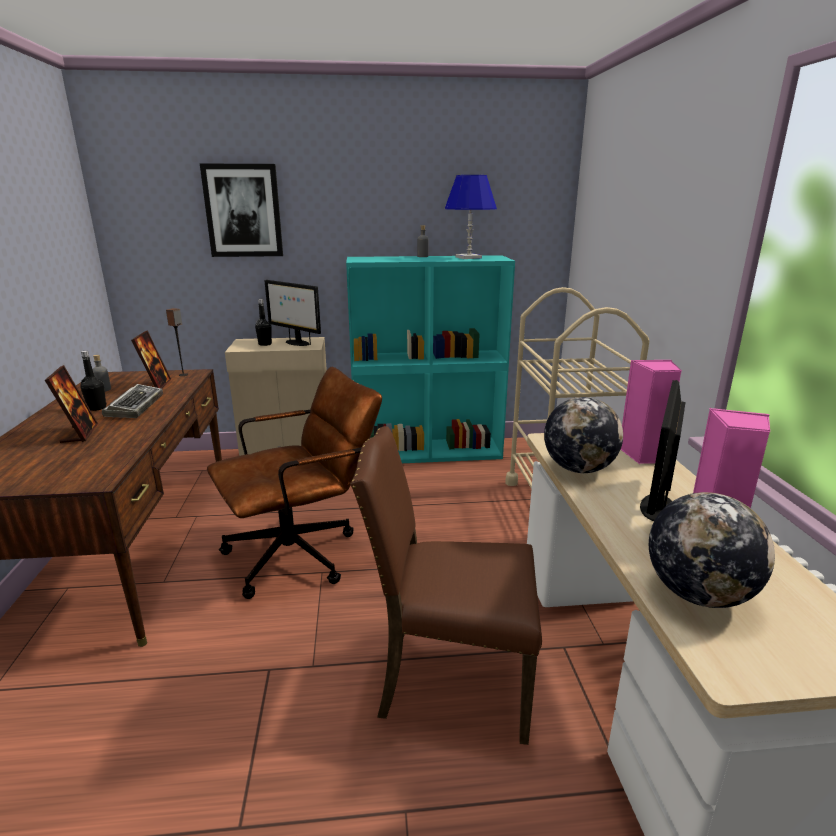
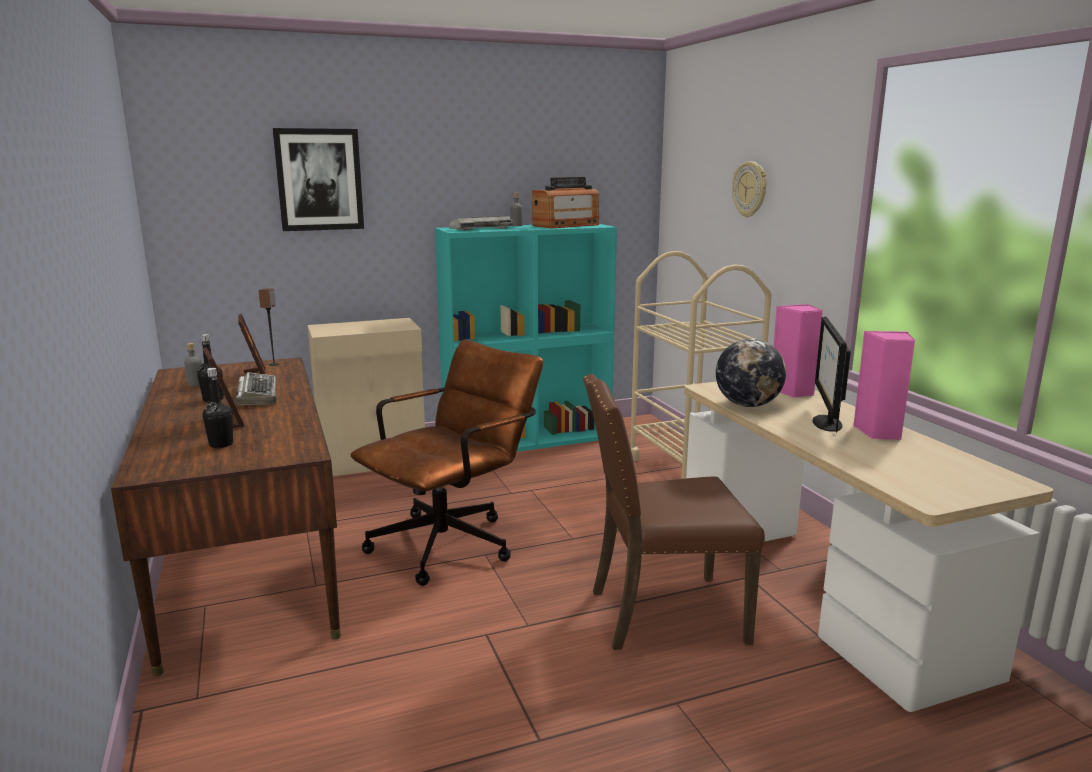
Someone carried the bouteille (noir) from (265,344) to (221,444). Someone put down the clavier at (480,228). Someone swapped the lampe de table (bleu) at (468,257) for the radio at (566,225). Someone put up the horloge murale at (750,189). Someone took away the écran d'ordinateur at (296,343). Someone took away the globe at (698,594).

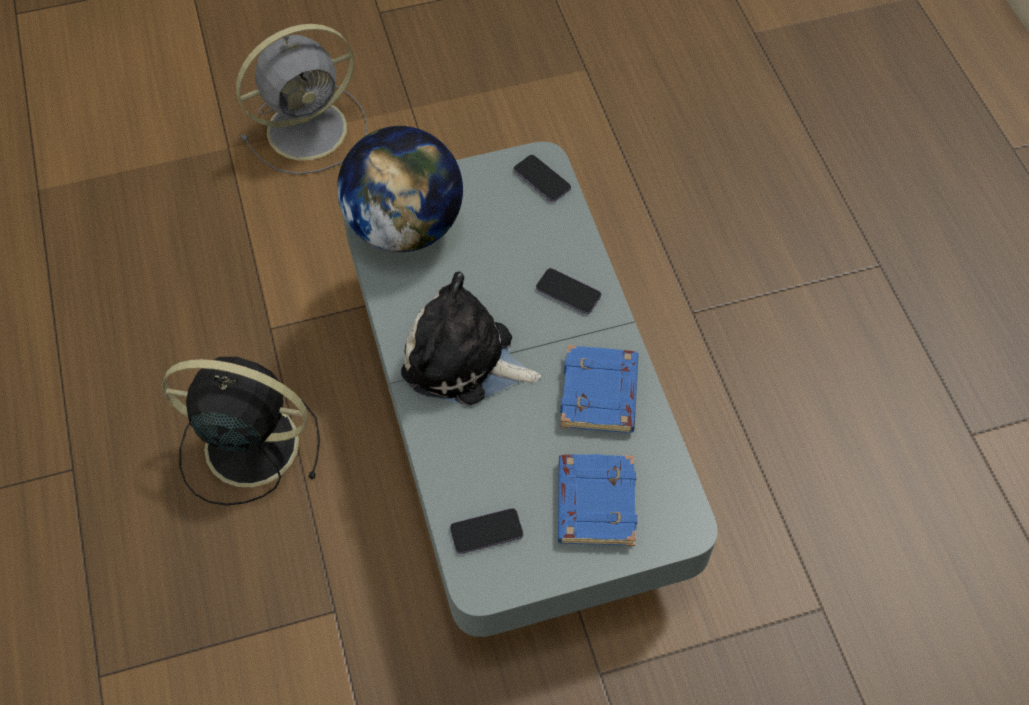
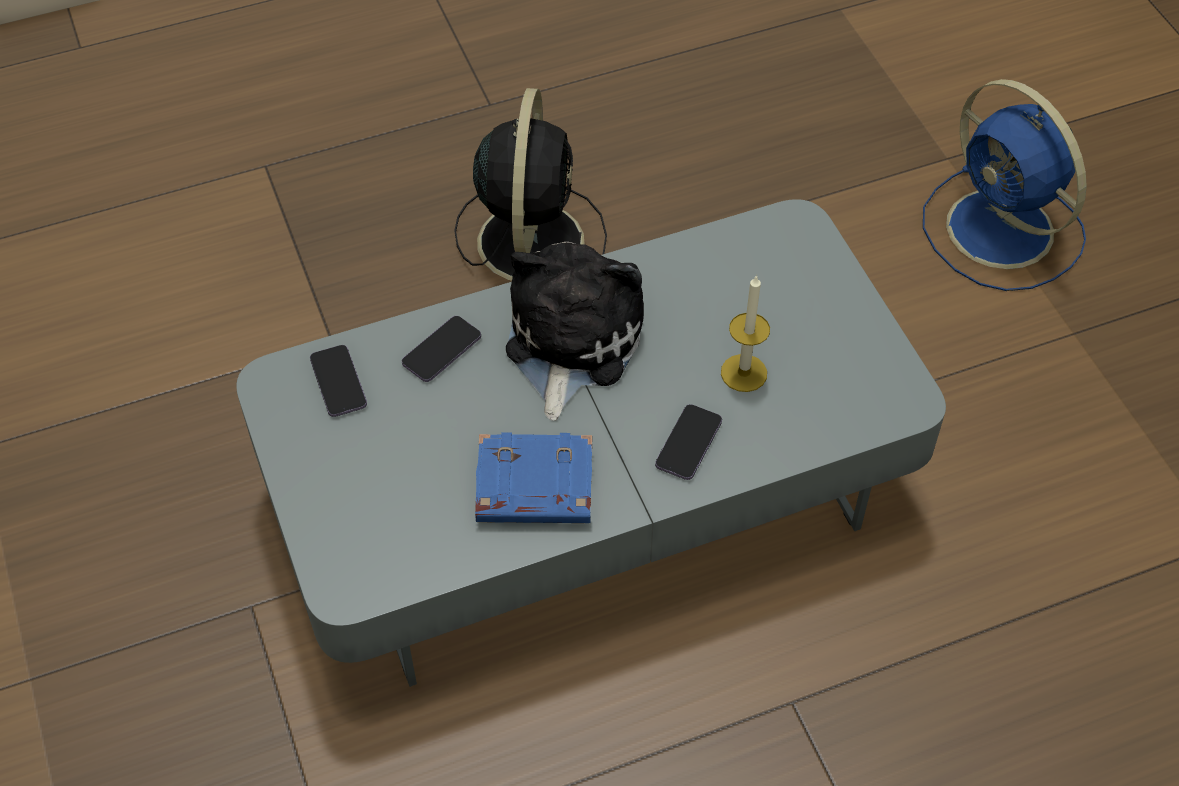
Someone carried the téléphone from (542,179) to (441,350). Someone put down the bougie at (744,373). Someone repainted the ventilateur (gris) at (310,128), which became the ventilateur (bleu) at (1003,232). Someone took away the globe at (405,226). Someone took away the livre (bleu) at (594,502).

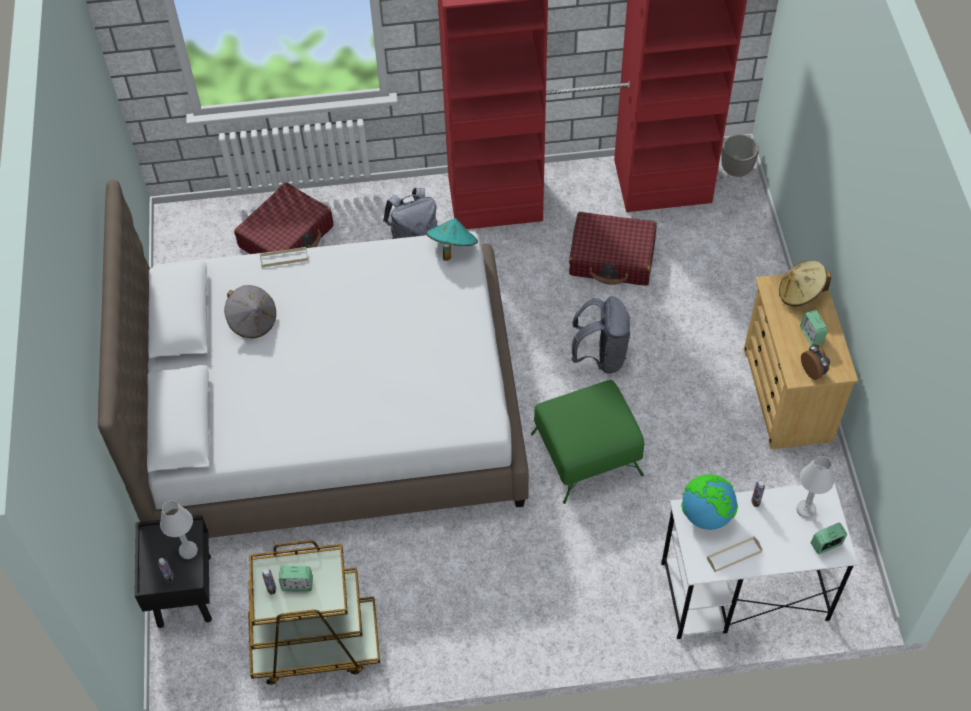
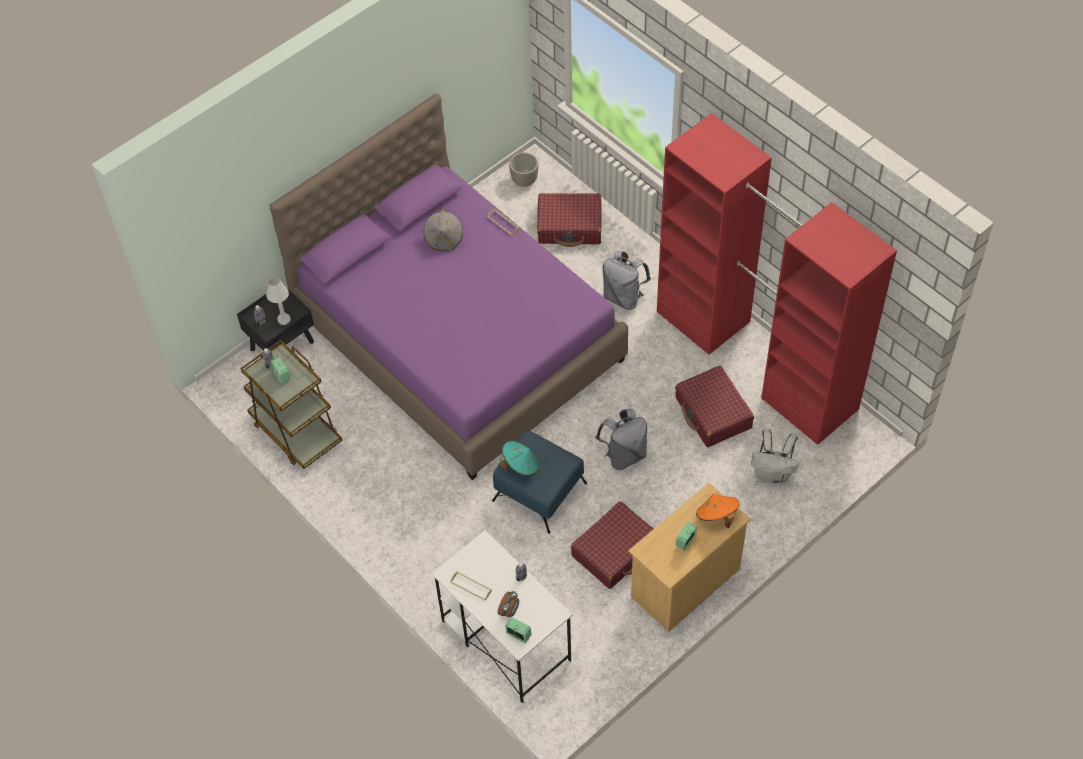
Someone repainted the lit (blanc) at (332,412), which became the lit (violet) at (459,336). Someone repainted the pouf (vert) at (585,454), which became the pouf (bleu) at (539,491). Someone carried the réveil from (813,371) to (509,611). Someone carried the chapeau (turquoise) from (452,247) to (520,465). Someone carried the cache-pot from (736,170) to (524,181). Someone put down the valise (rouge) at (615,551). Someone repainted the chapeau (beige) at (800,293), which became the chapeau (orange) at (716,516). Someone put down the sac à dos (blanc) at (772,474). Someone took away the globe at (706,515). Someone took away the lampe de table (blanc) at (806,509).

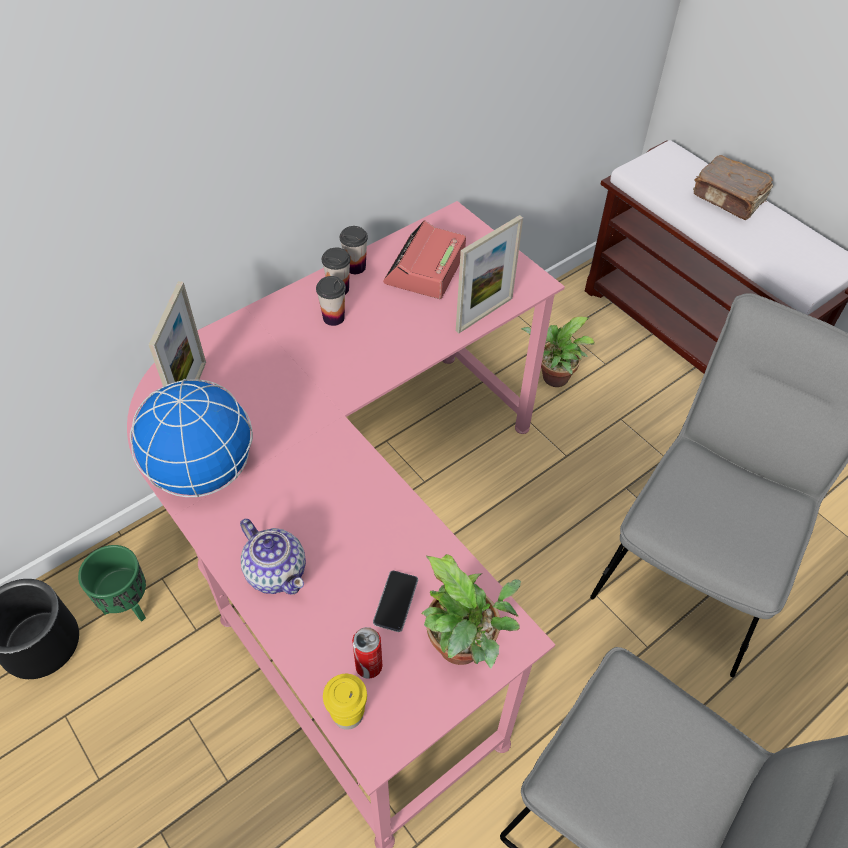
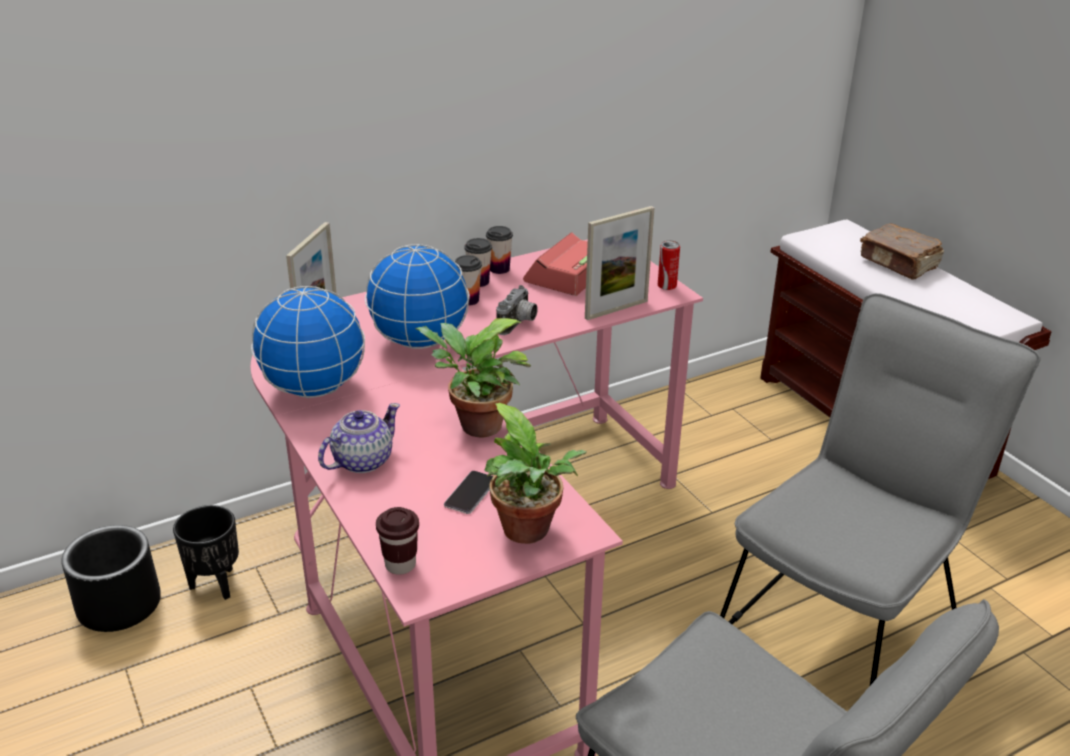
Someone repainted the cache-pot (vert) at (129,604), which became the cache-pot (noir) at (217,584). Someone rotated the théière at (276,571) by 105 degrees counterclockwise. Someone put down the globe at (419,342). Someone repainted the tasse (jaune) at (348,714), which became the tasse (marron) at (400,565). Someone carried the plante en pot from (552,378) to (475,426). Someone put down the appareil photo at (519,324). Someone carried the boîte métallique from (369,666) to (667,286).

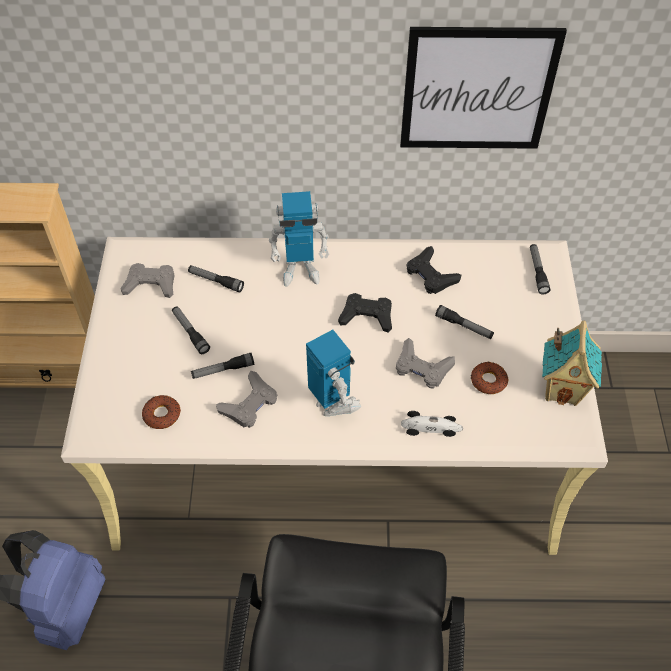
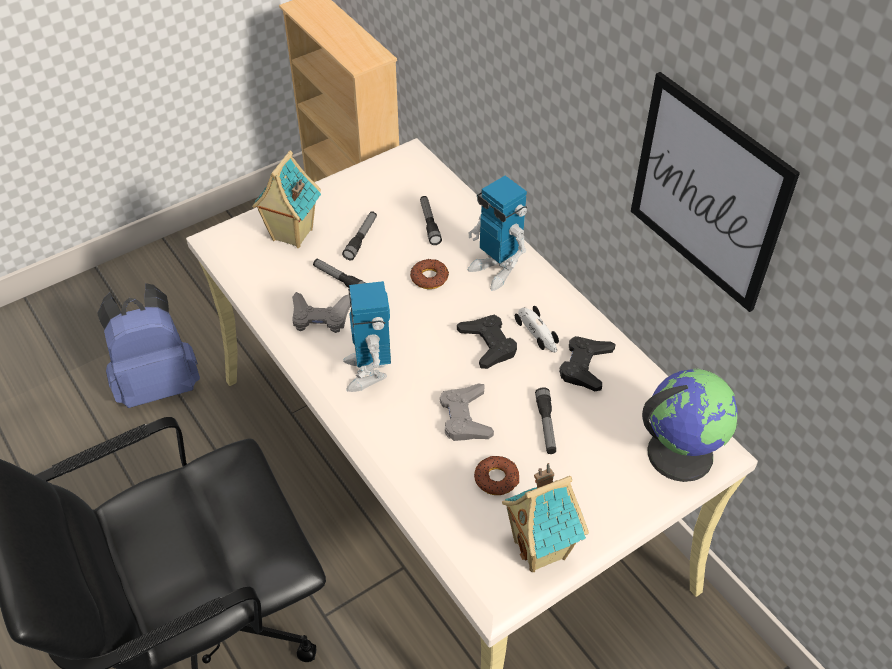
Someone put down the maison miniature at (291,235). Someone rotated the robot jouet at (333,403) by 150 degrees clockwise. Someone carried the beignet from (162,414) to (429,277). Someone carried the petite voiture from (431,428) to (537,333). Someone swapped the lampe de poche at (537,272) for the globe at (679,452). Someone took away the manette (gris) at (150,284).

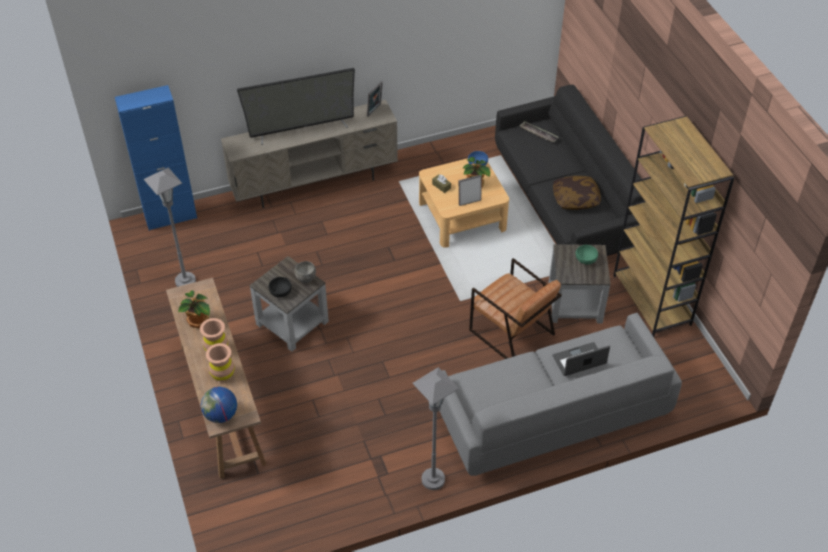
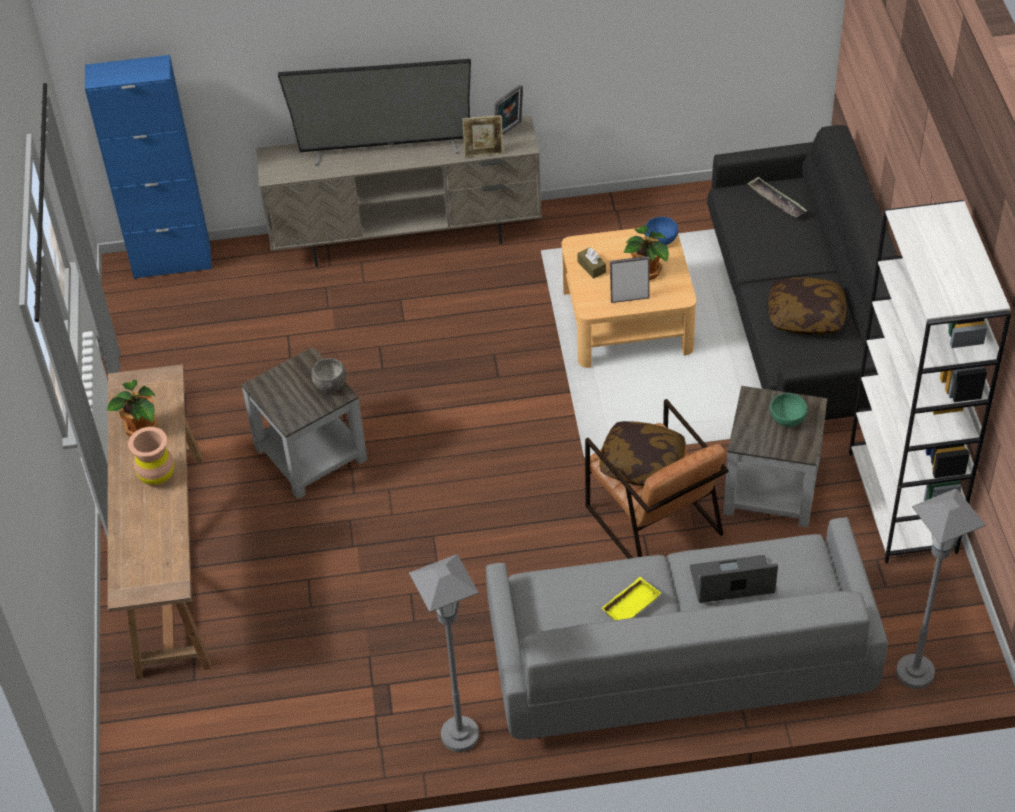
Someone put down the cadre photo at (484,153). Someone put down the coussin at (642,464). Someone put down the plateau (jaune) at (630,603). Someone repainted the bibliothèque (marron) at (652,300), which became the bibliothèque (blanc) at (903,502). Someone carried the lampadaire (gris) from (185,281) to (915,673). Someone took away the globe at (221,415). Someone took away the vase (marron) at (223,374). Someone took away the bol (noir) at (280,291).

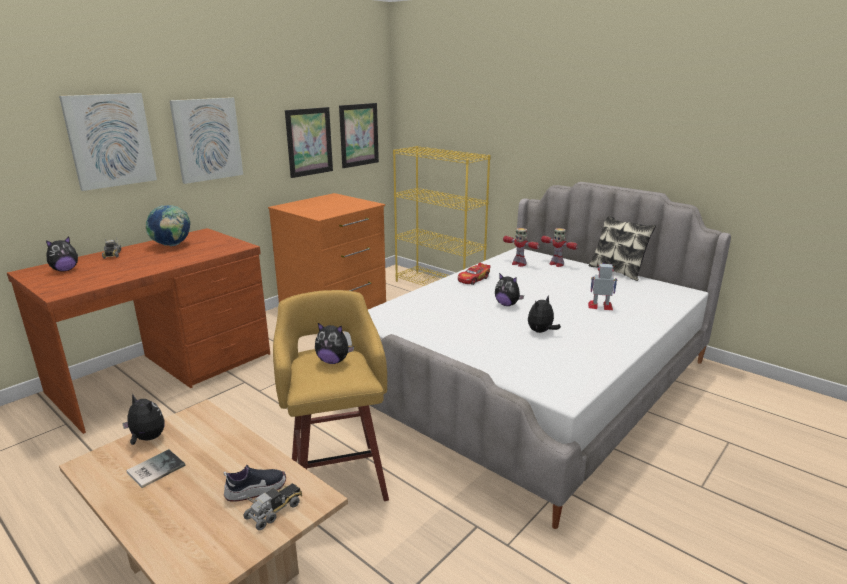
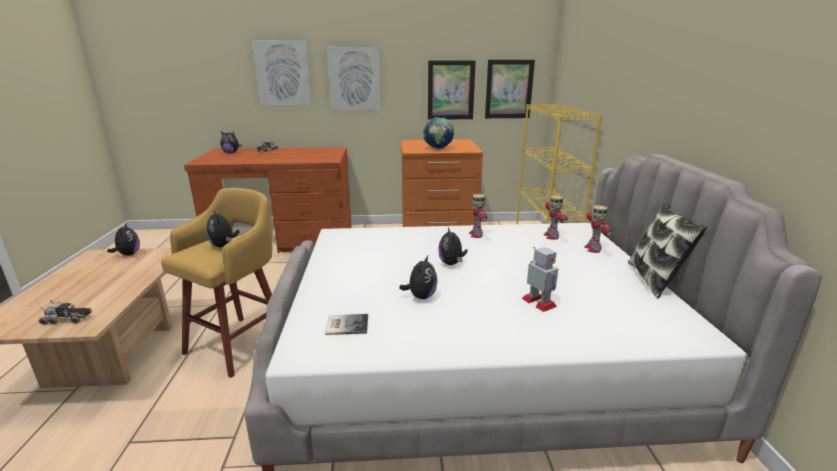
Someone carried the livre from (154,469) to (346,324). Someone rotated the peluche at (541,332) by 105 degrees clockwise. Someone carried the globe from (172,245) to (438,149). Someone swapped the petite voiture at (473,279) for the robot jouet at (476,234). Someone took away the chaussure at (256,490).

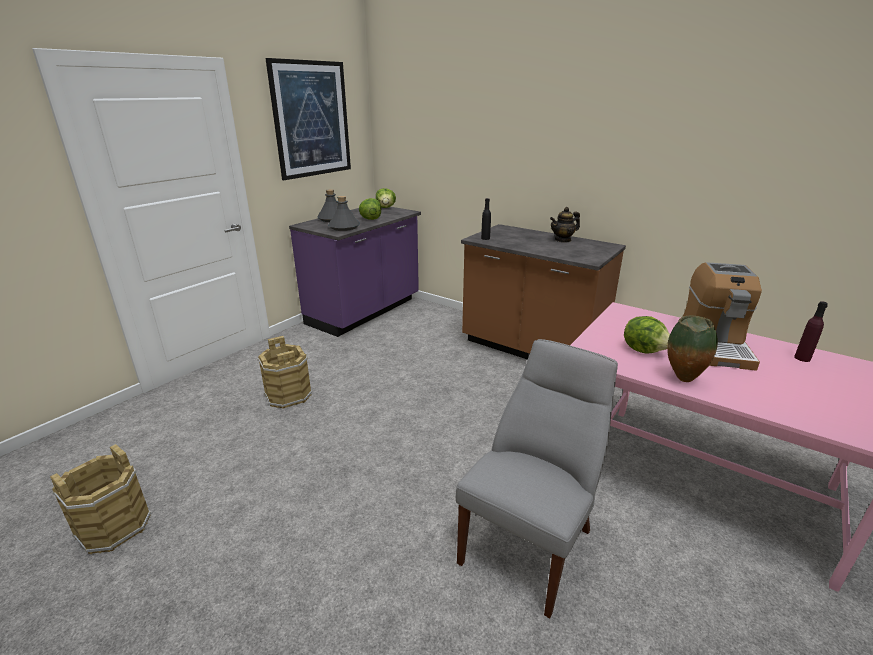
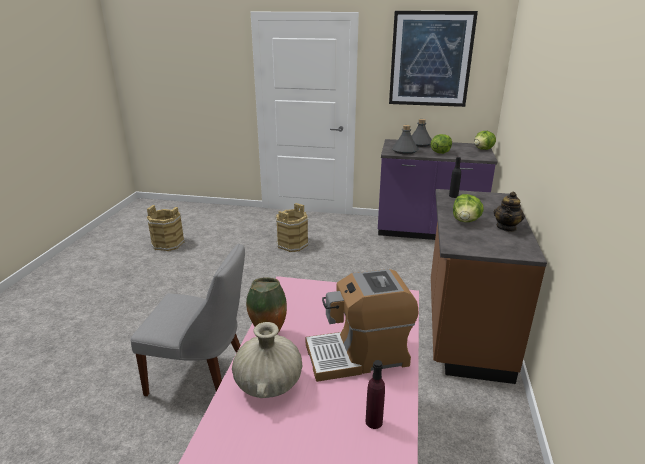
Someone put down the vase (beige) at (269,383). Someone carried the laitue from (644,350) to (465,221). Someone rotated the théière at (563,240) by 105 degrees counterclockwise.

